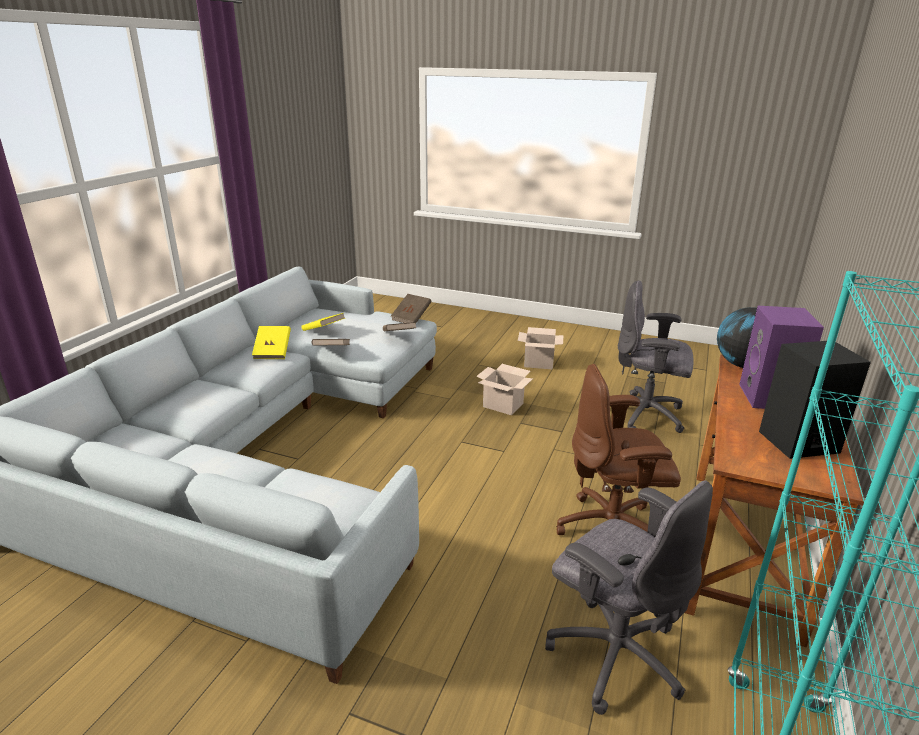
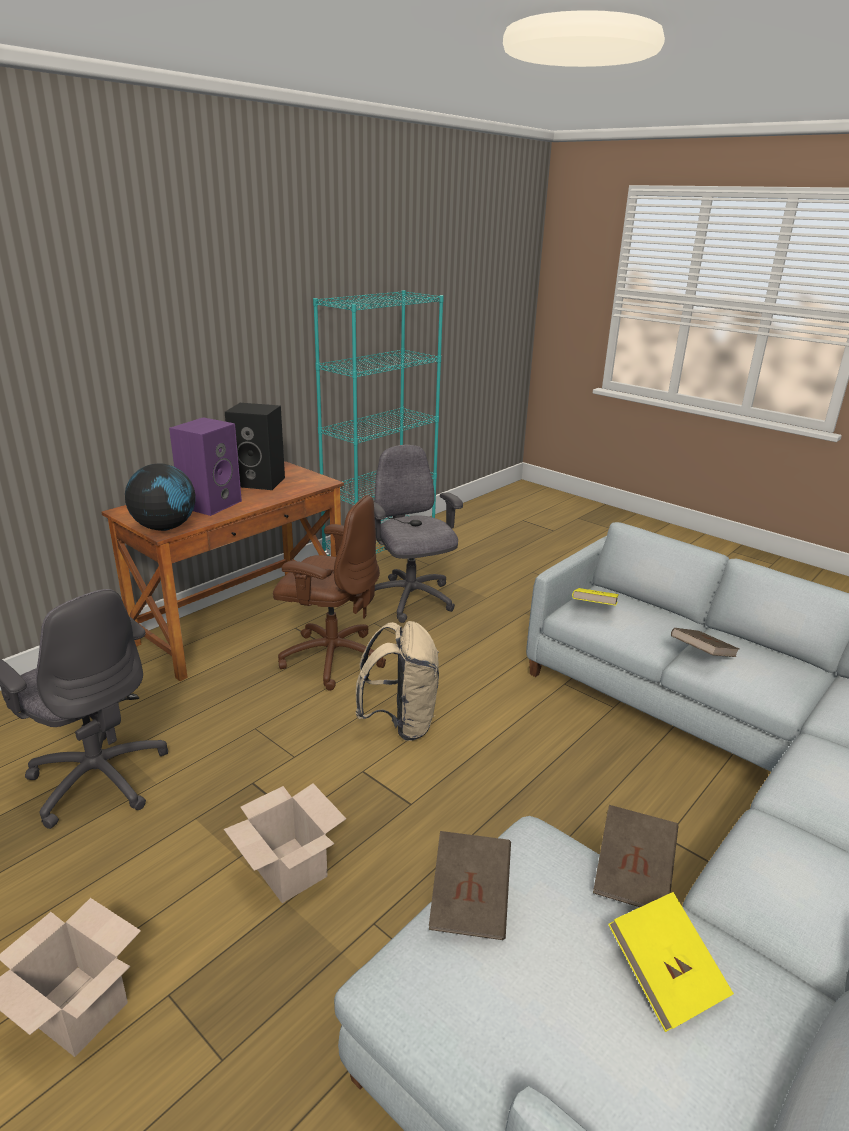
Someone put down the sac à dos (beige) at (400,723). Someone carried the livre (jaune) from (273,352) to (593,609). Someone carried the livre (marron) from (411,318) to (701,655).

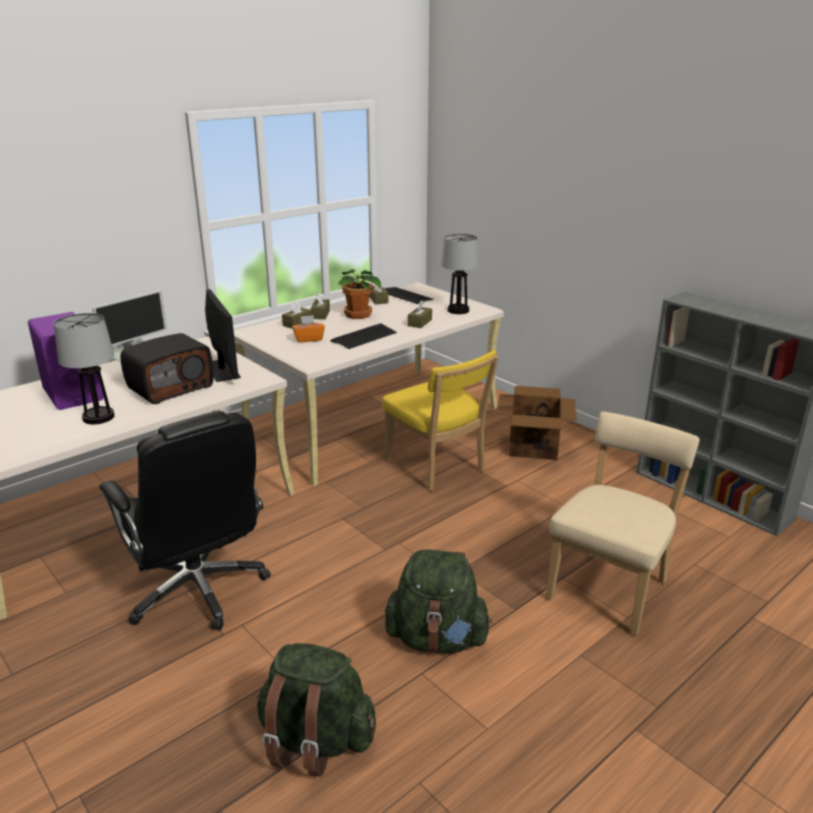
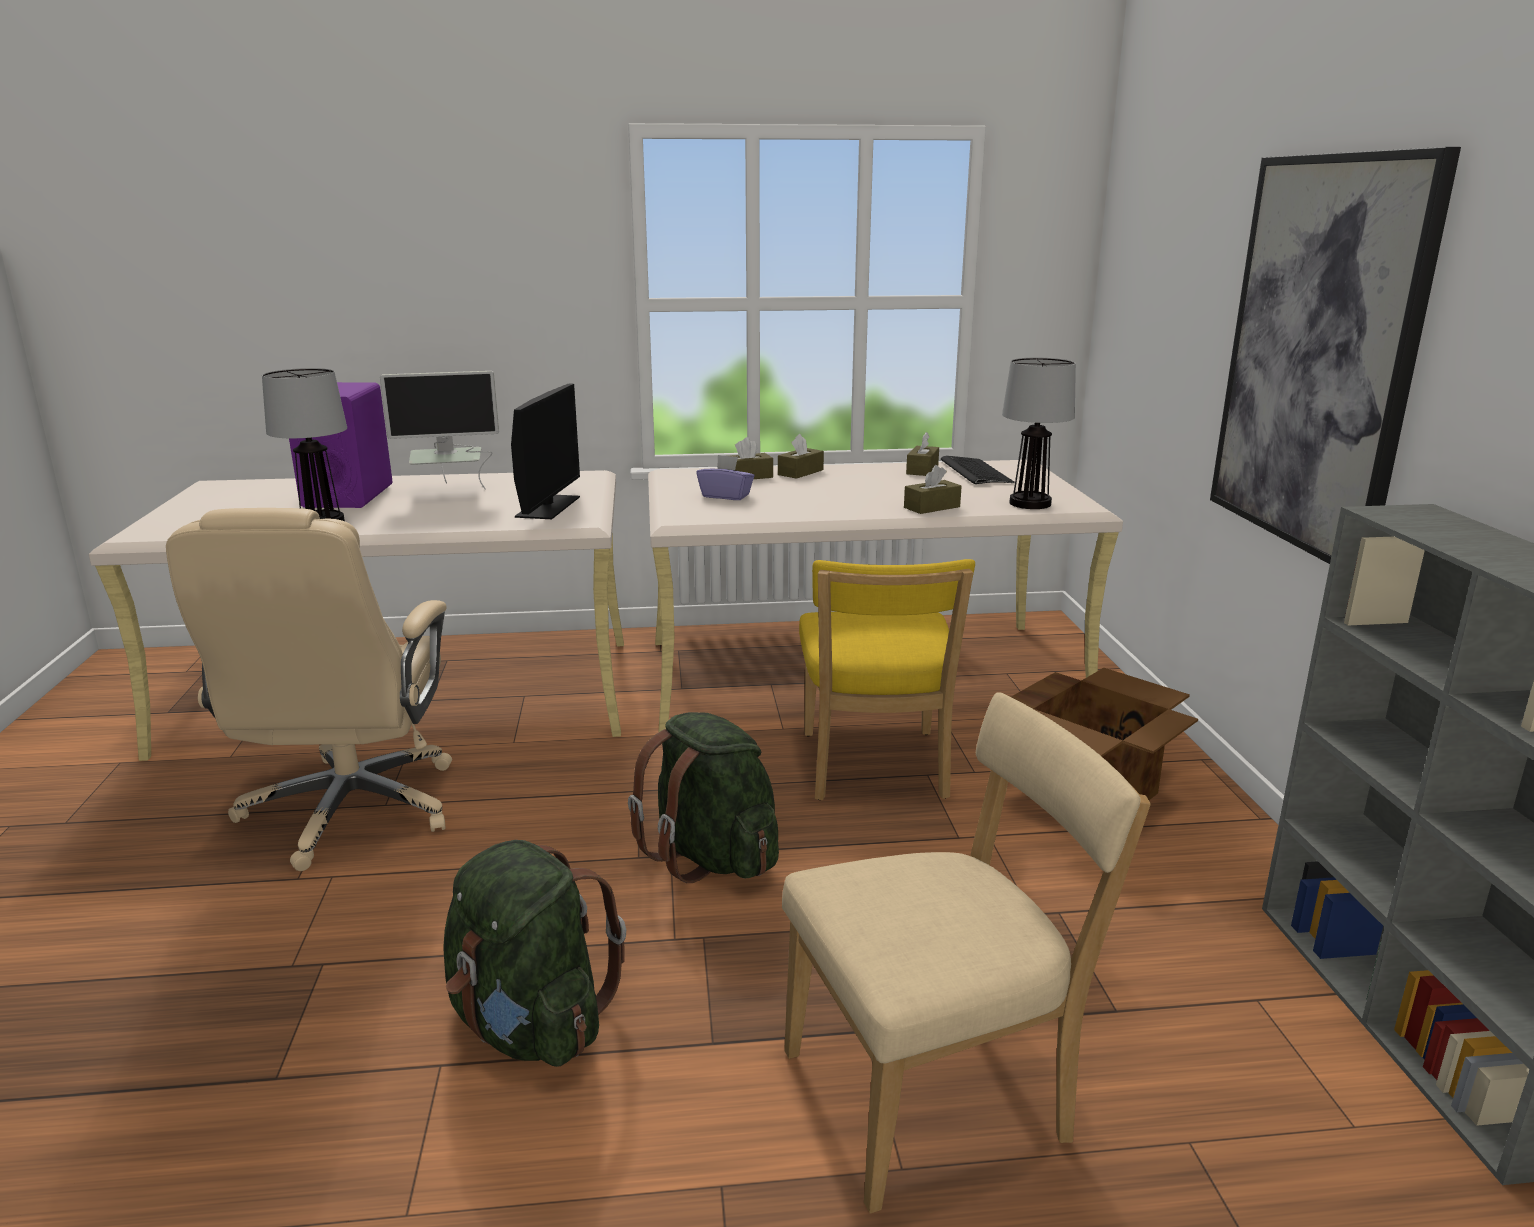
Someone repainted the chaise de bureau (noir) at (198,590), which became the chaise de bureau (beige) at (349,811). Someone carried the sac à dos (vert) from (315,740) to (711,856). Someone repainted the boîte à mouchoirs (orange) at (308,339), which became the boîte à mouchoirs (violet) at (726,496). Someone put up the tableau at (1319,355). Someone took away the radio at (171,387). Someone took away the clavier at (364,337). Someone took away the plante en pot at (358,315).

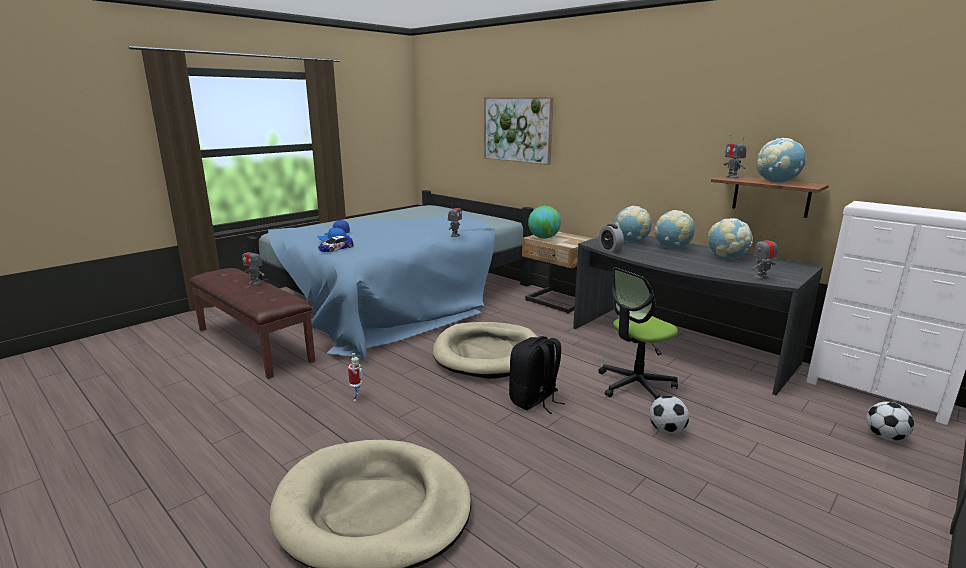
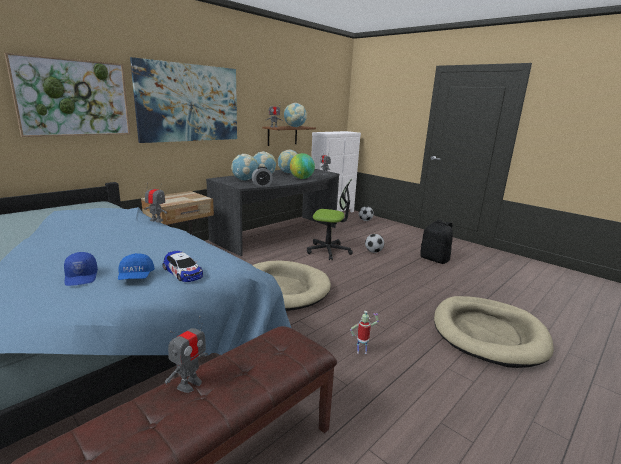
Someone put up the tableau at (189,103). Someone carried the globe from (543,238) to (301,178). Someone rotated the chaise de bureau at (635,386) by 45 degrees counterclockwise. Someone carried the sac à dos (noir) from (534,401) to (434,259).

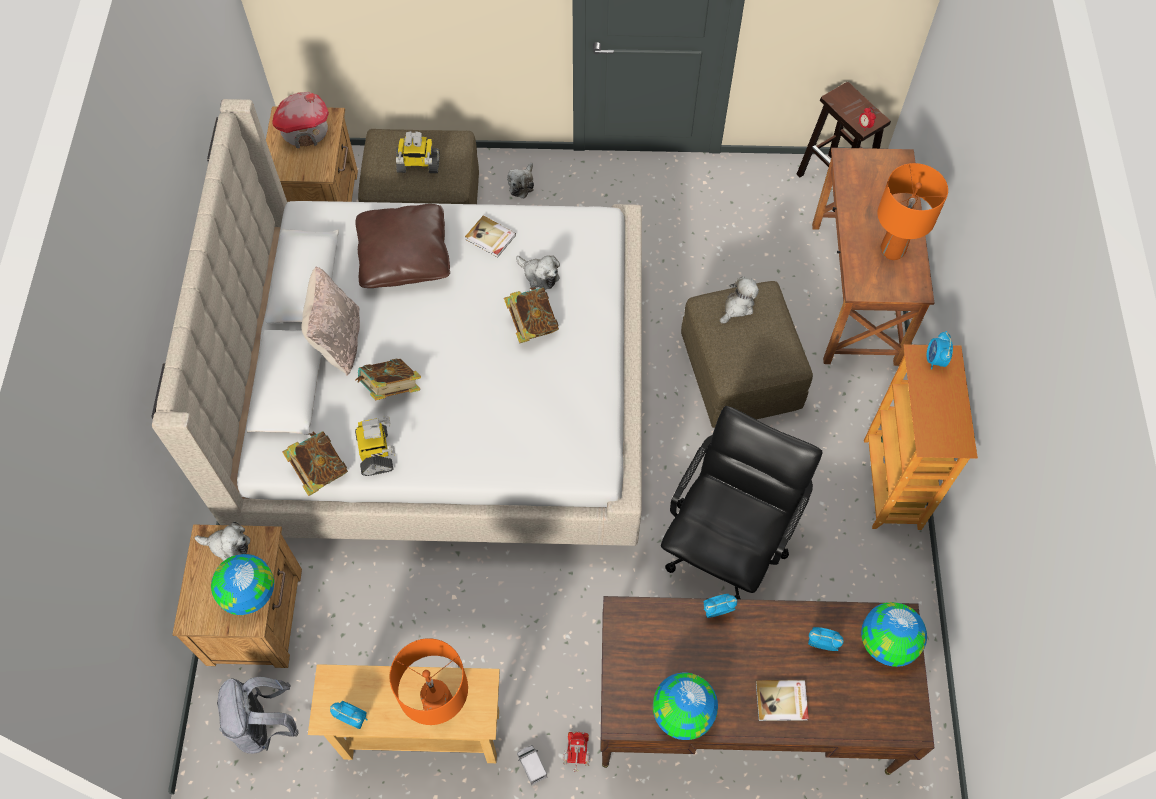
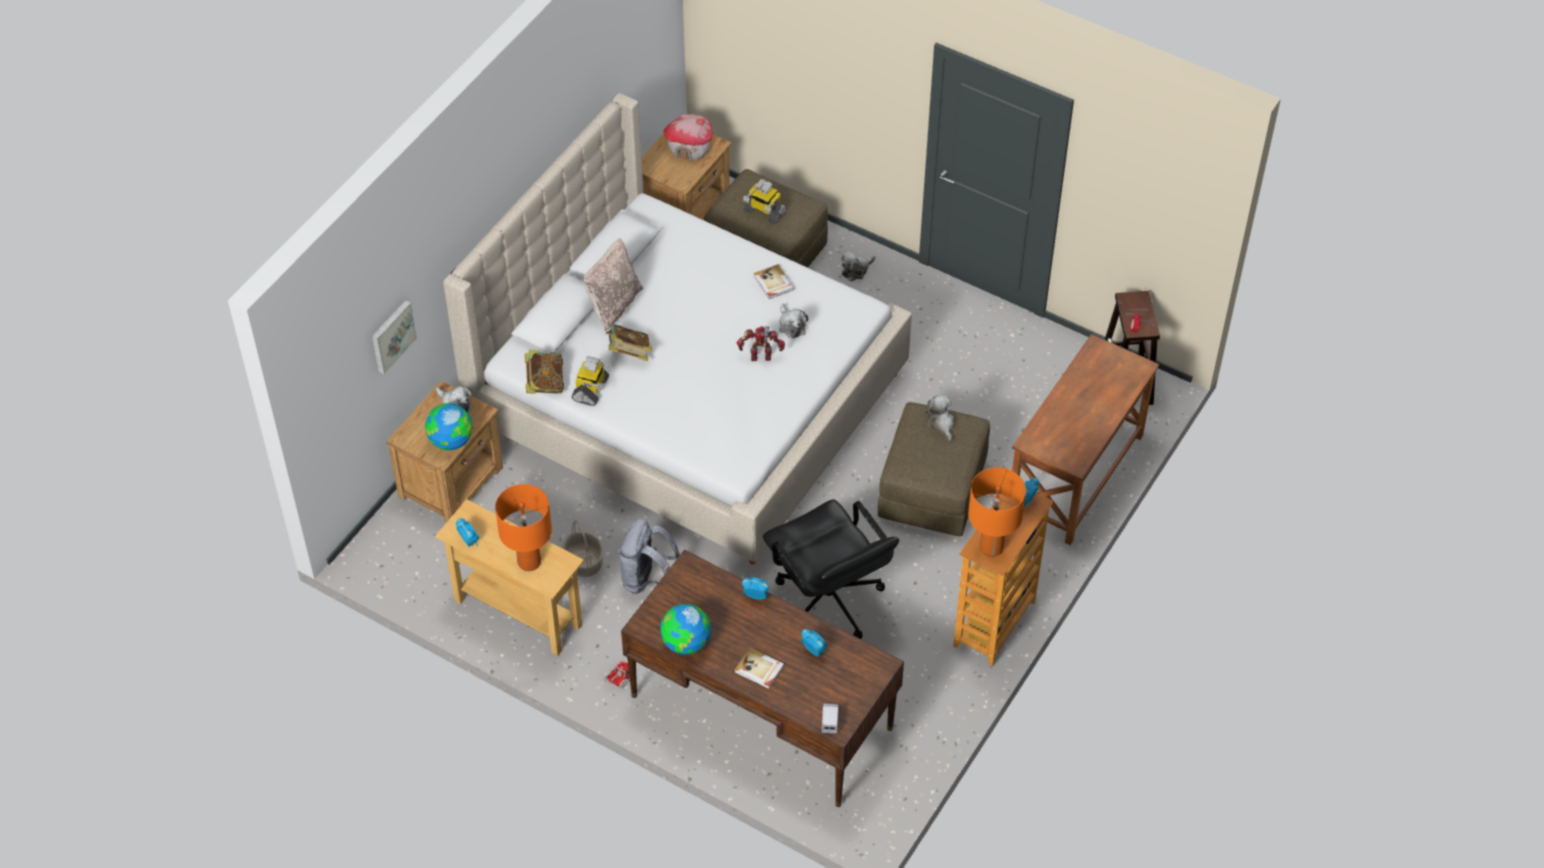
Someone put up the tableau at (392,335). Someone put down the panier at (583,562). Someone carried the sac à dos (gris) from (265,725) to (647,579). Someone swapped the livre at (532,325) for the robot jouet at (761,356). Someone rotated the chaise de bureau (noir) at (726,544) by 90 degrees clockwise. Someone carried the camion jouet from (532,765) to (830,720). Someone rotated the peluche at (738,306) by 90 degrees counterclockwise. Someone carried the lampe de table (orange) from (892,250) to (991,547). Someone took away the coussin (marron) at (404,256). Someone took away the globe at (887,643).

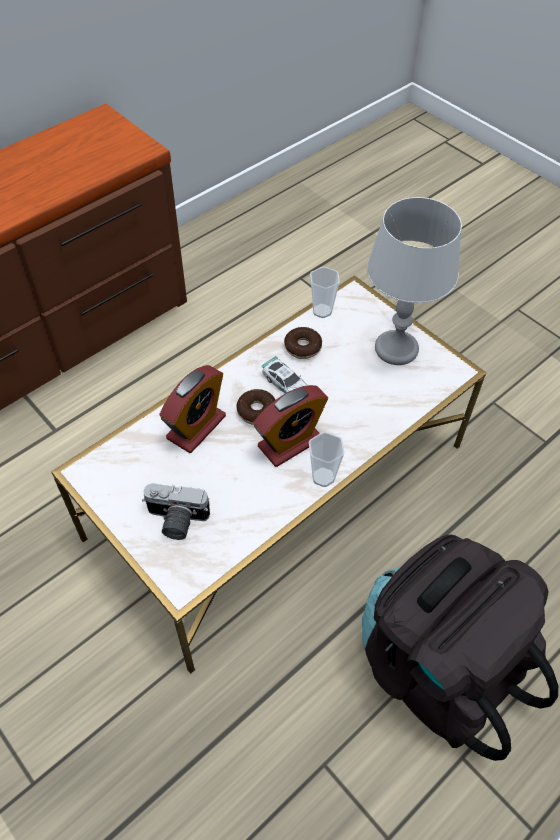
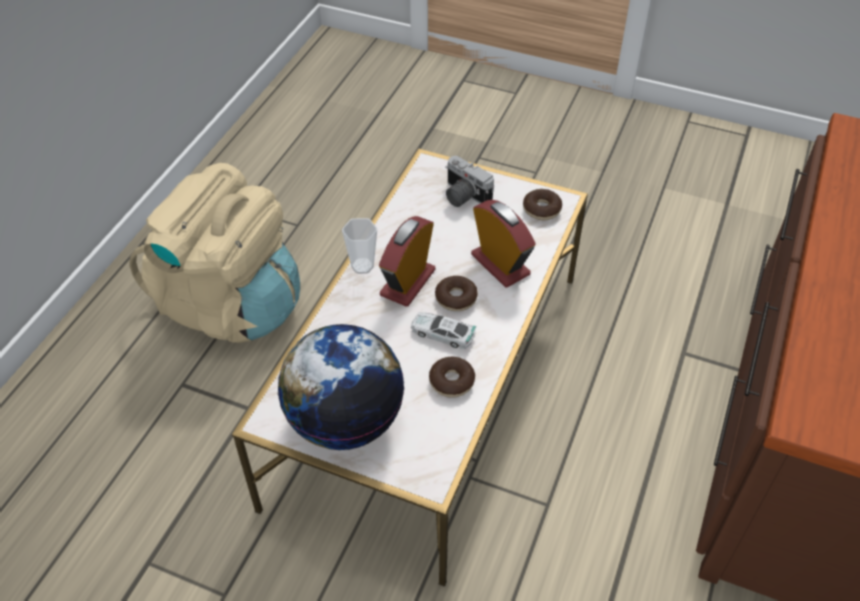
Someone repainted the sac à dos (noir) at (436,666), which became the sac à dos (beige) at (231,304). Someone swapped the lampe de table (gris) at (396,349) for the globe at (345,421). Someone rotated the appareil photo at (175,521) by 120 degrees counterclockwise. Someone rotated the réveil at (196,427) by 135 degrees clockwise. Someone put down the beignet at (541,209). Someone took away the tasse at (322,311).

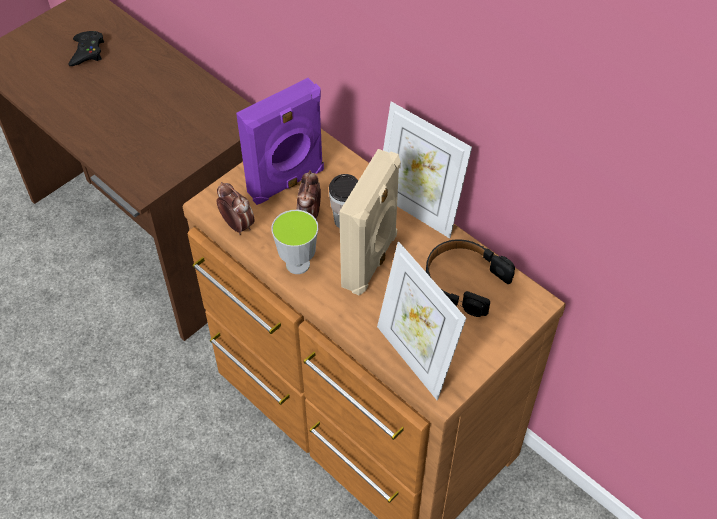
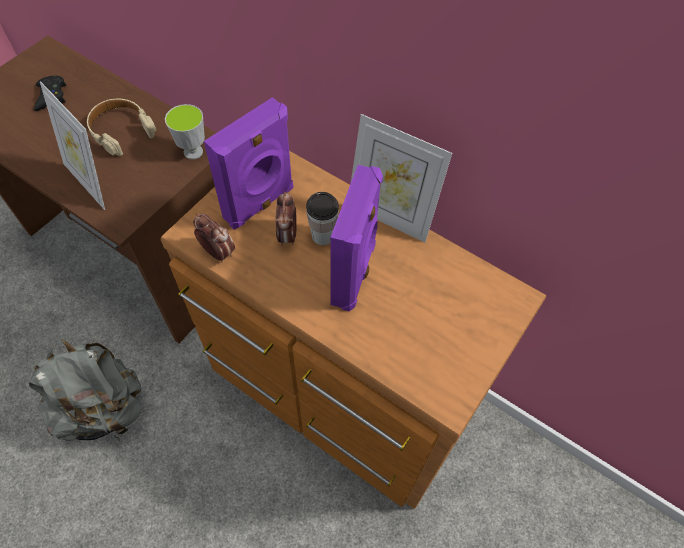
Someone put down the sac à dos (gris) at (103,409). Someone carried the cadre photo from (415,357) to (91,182). Someone put down the casque audio (beige) at (121,131). Someone carried the tasse from (298,264) to (193,152). Someone repainted the enceinte (beige) at (371,261), which became the enceinte (violet) at (355,274). Someone took away the casque audio (noir) at (464,281).

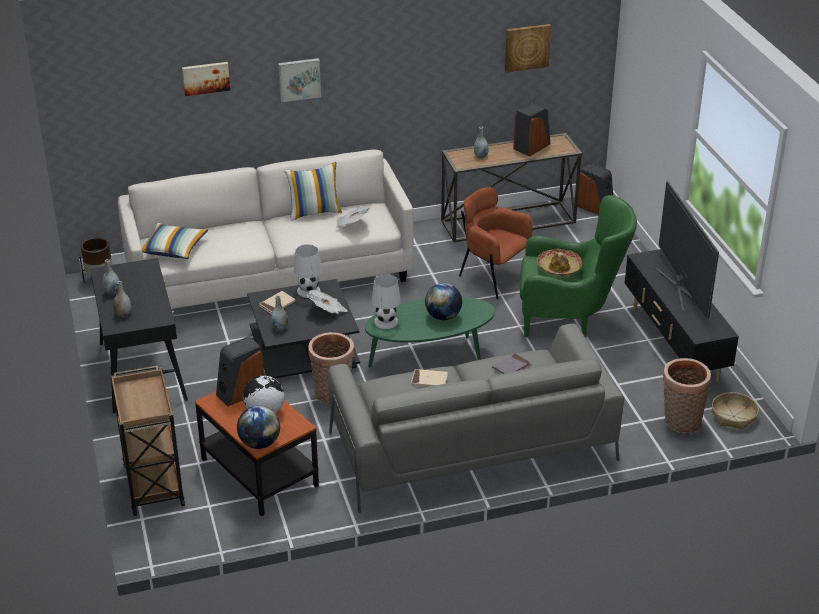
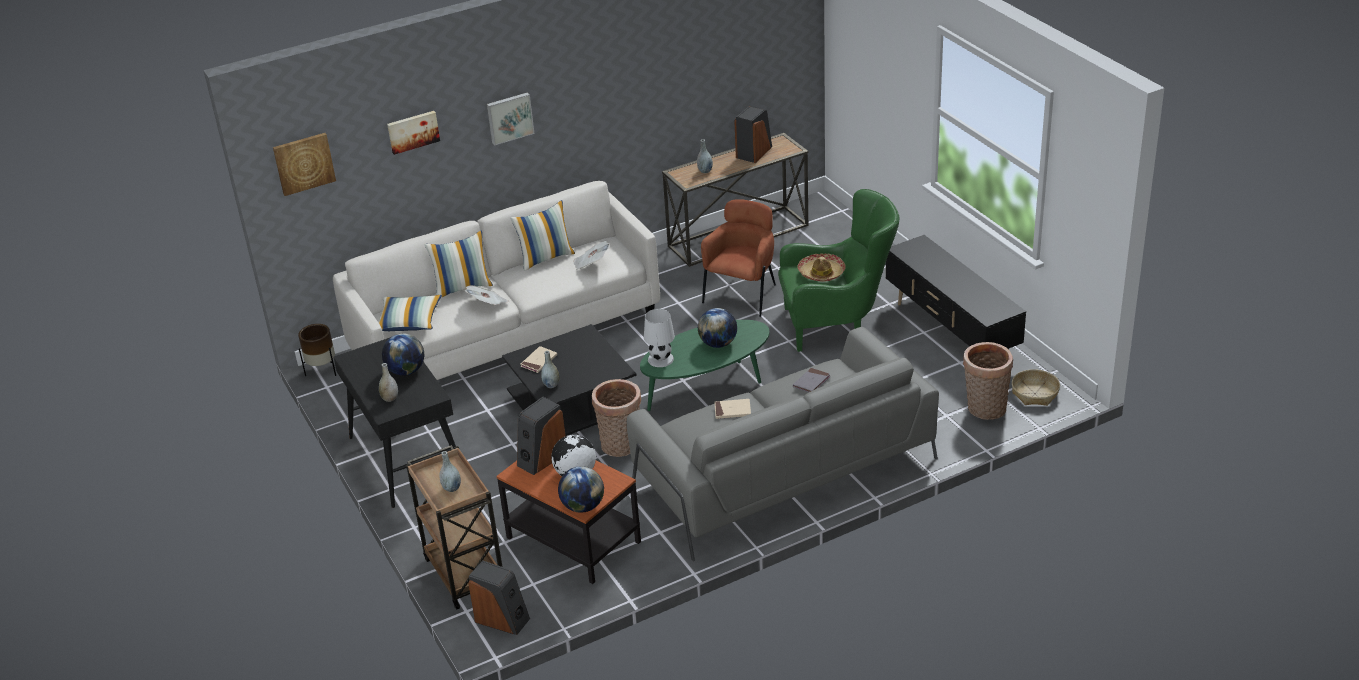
Someone carried the tableau from (527,47) to (304,163). Someone put down the globe at (406,371). Someone put down the coussin at (463,287). Someone carried the vase (gris) from (112,292) to (451,488). Someone carried the journal from (327,311) to (488,304). Someone carried the enceinte from (595,207) to (502,619). Someone rotated the fauteuil (marron) at (493,276) by 90 degrees clockwise. Someone took away the lampe de table (blanc) at (308,290). Someone took away the téléviseur at (681,288).

